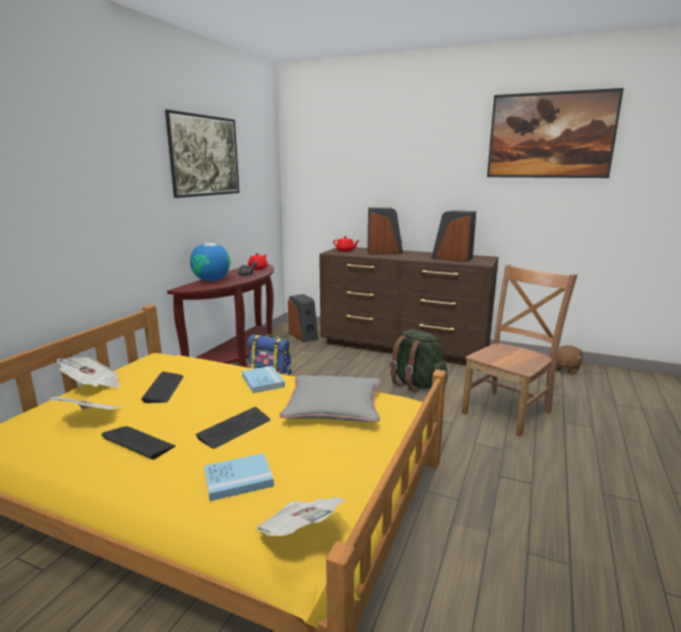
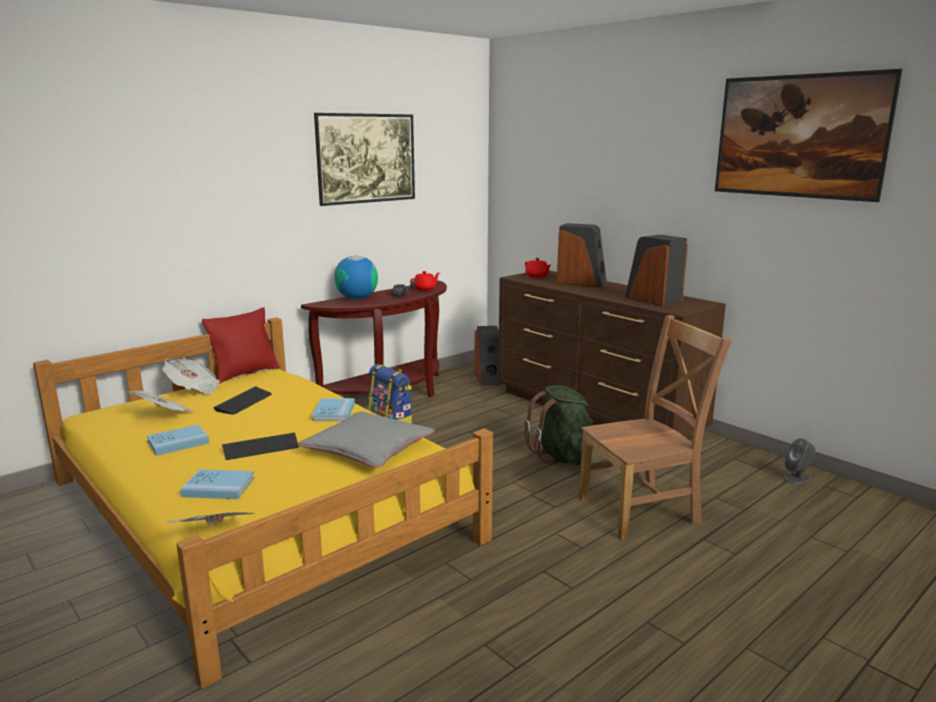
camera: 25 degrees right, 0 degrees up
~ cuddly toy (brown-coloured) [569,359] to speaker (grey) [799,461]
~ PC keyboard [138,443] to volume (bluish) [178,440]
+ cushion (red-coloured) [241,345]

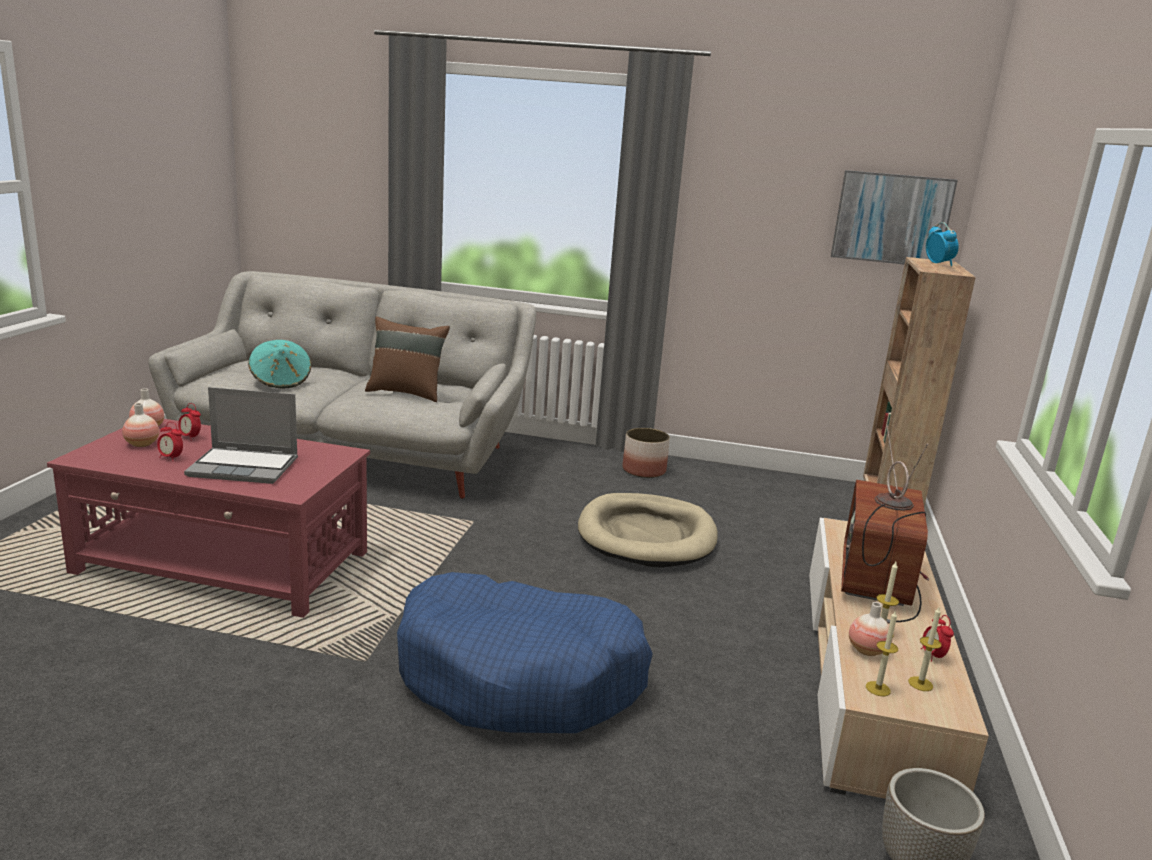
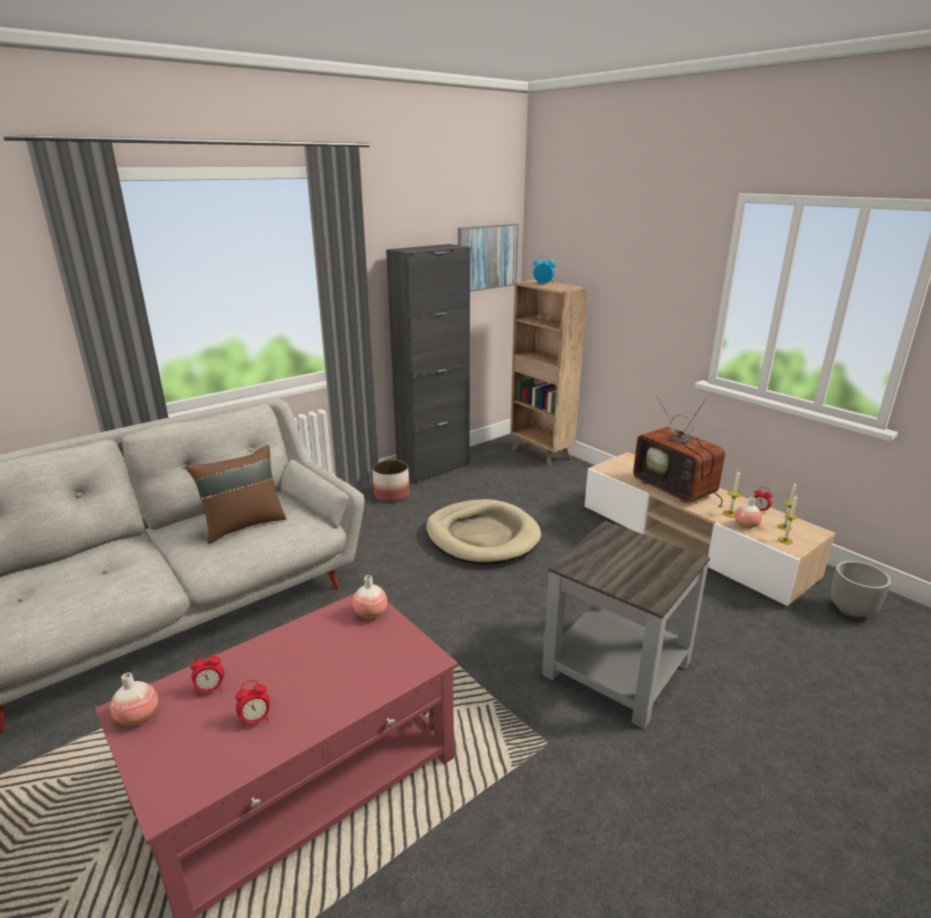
camera: 50 degrees left, 5 degrees up
- clothing hat (turquoise) [279,364]
- portable computer [241,435]
~ vase [140,425] to [370,597]
~ dog bed (bluish) [525,652] to end table (grey) [626,625]
+ cupboard (blackish) [428,364]

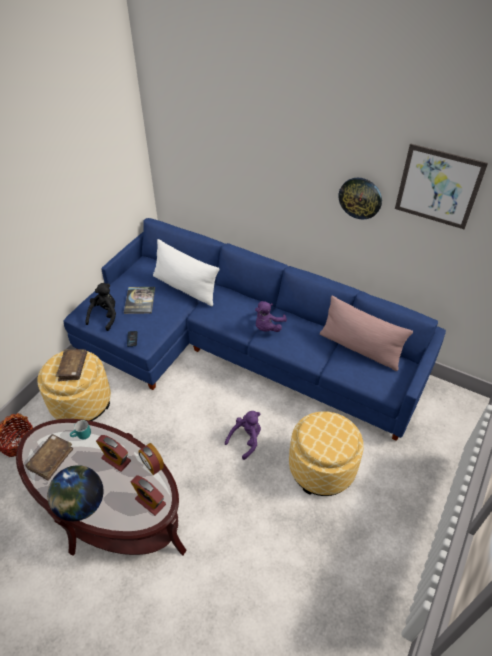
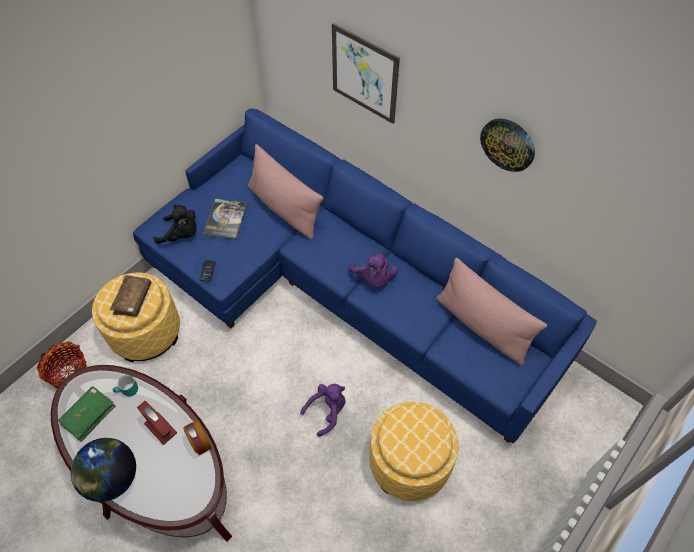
camera: 10 degrees right, 10 degrees up
~ wall picture [441,186] to [366,73]
~ cushion (white-coloured) [186,273] to cushion (pinkish) [285,192]
~ cuddly toy (blackish) [100,307] = [175,224] 75 degrees clockwise
~ cuddly toy (purplish) [271,316] = [374,270] 60 degrees counterclockwise
~ volume (brown-coloured) [49,457] to volume (greenish) [86,414]
- table clock [148,495]

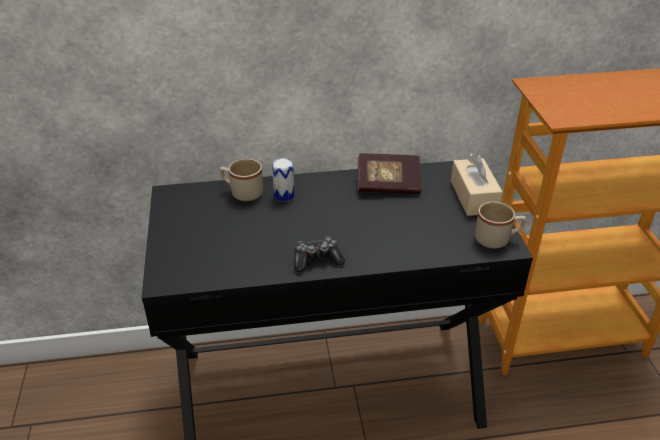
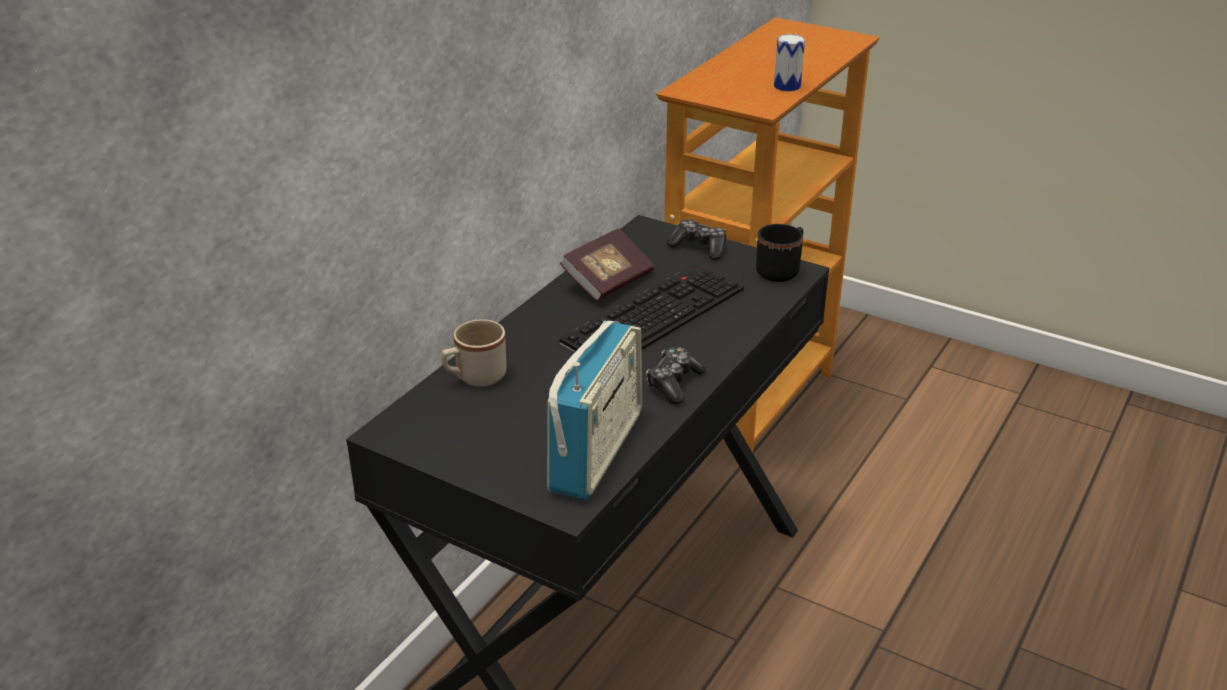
camera: 50 degrees left, 5 degrees down
~ tissue box (beige-coloured) [477,184] to gamepad [696,240]
~ can [283,180] to [789,63]
~ tea mug (beige-coloured) [500,225] to tea mug (blackish) [779,253]
+ PC keyboard [651,308]
+ radio [594,410]

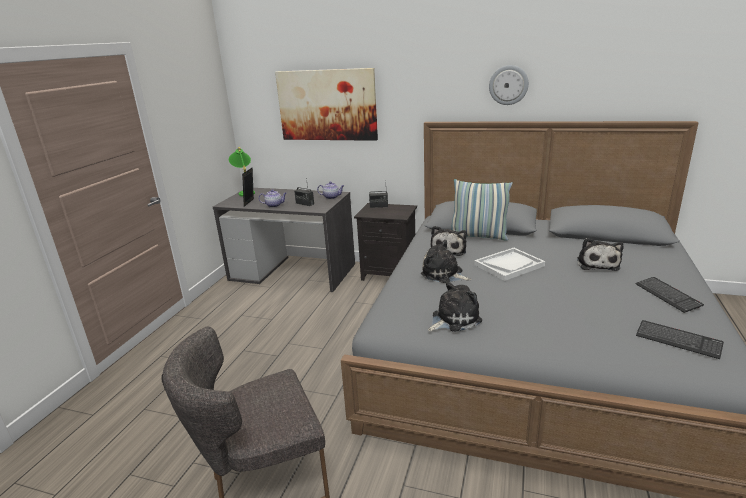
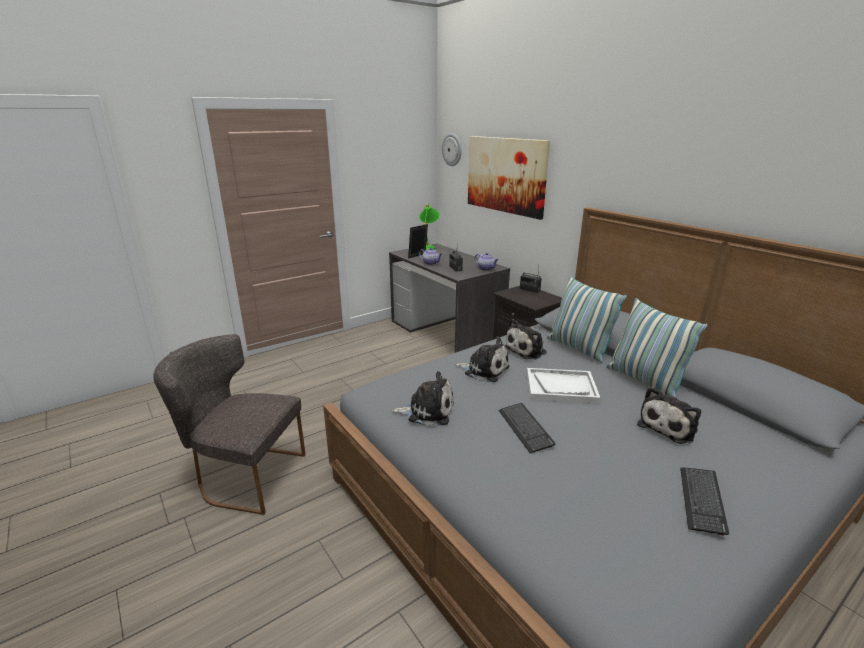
camera: 35 degrees right, 0 degrees up
~ clock on the wall [509,85] to [451,149]
~ cuddly toy [446,261] = [482,360] 135 degrees clockwise
~ PC keyboard [680,339] to [527,428]
+ cushion [657,347]

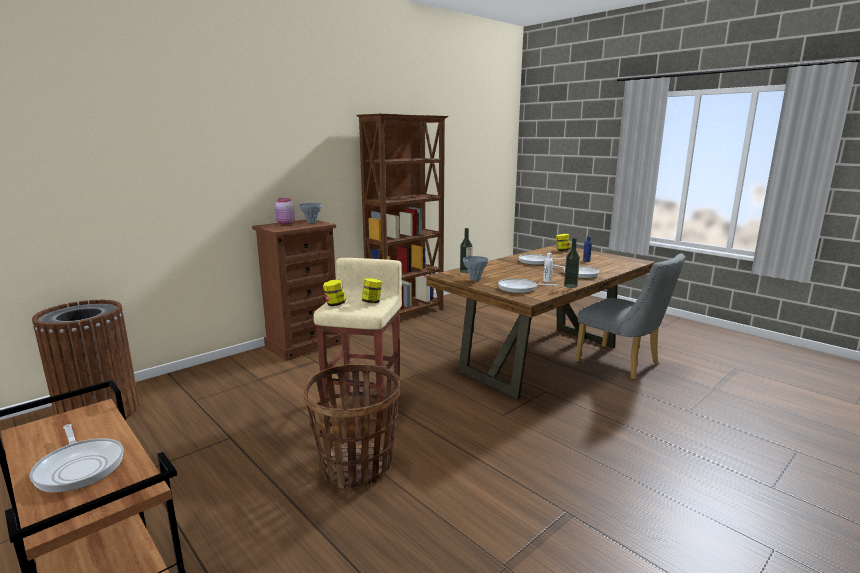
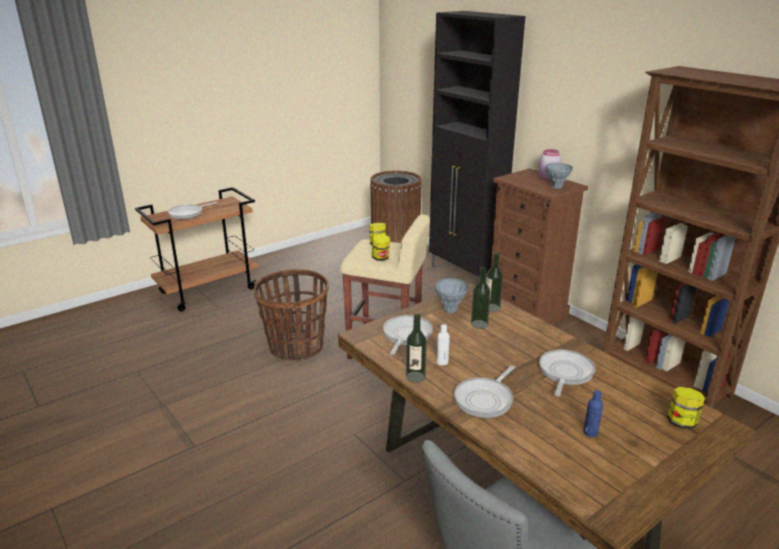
camera: 95 degrees right, 10 degrees up
+ cupboard (blackish) [477,147]
+ beverage bottle [481,298]

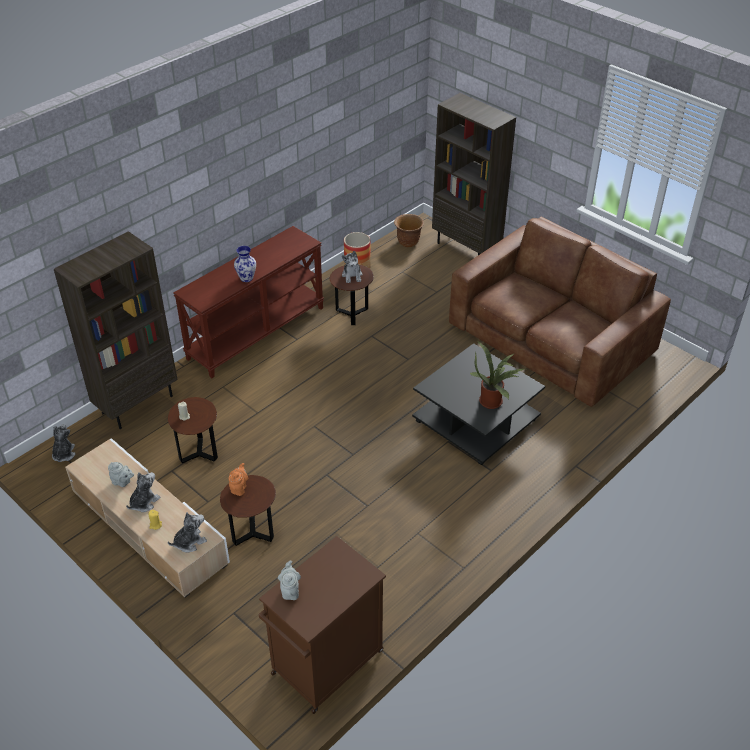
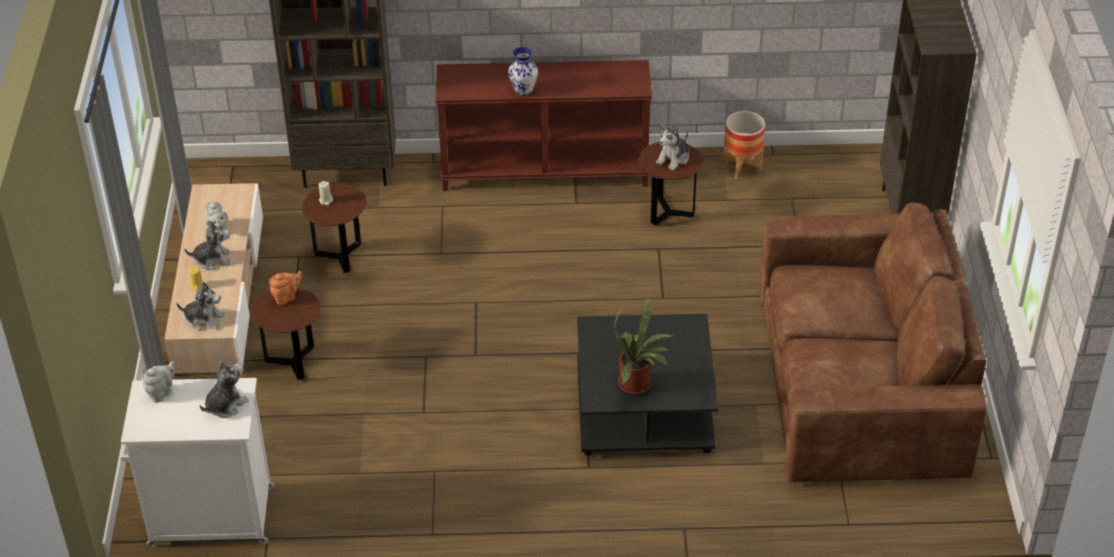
camera: 45 degrees right, 0 degrees up
- plant pot (brown-coloured) [409,230]
~ cuddly toy [64,443] to [224,389]
~ cupboard (brown-coloured) [322,625] to cupboard (white-coloured) [197,462]

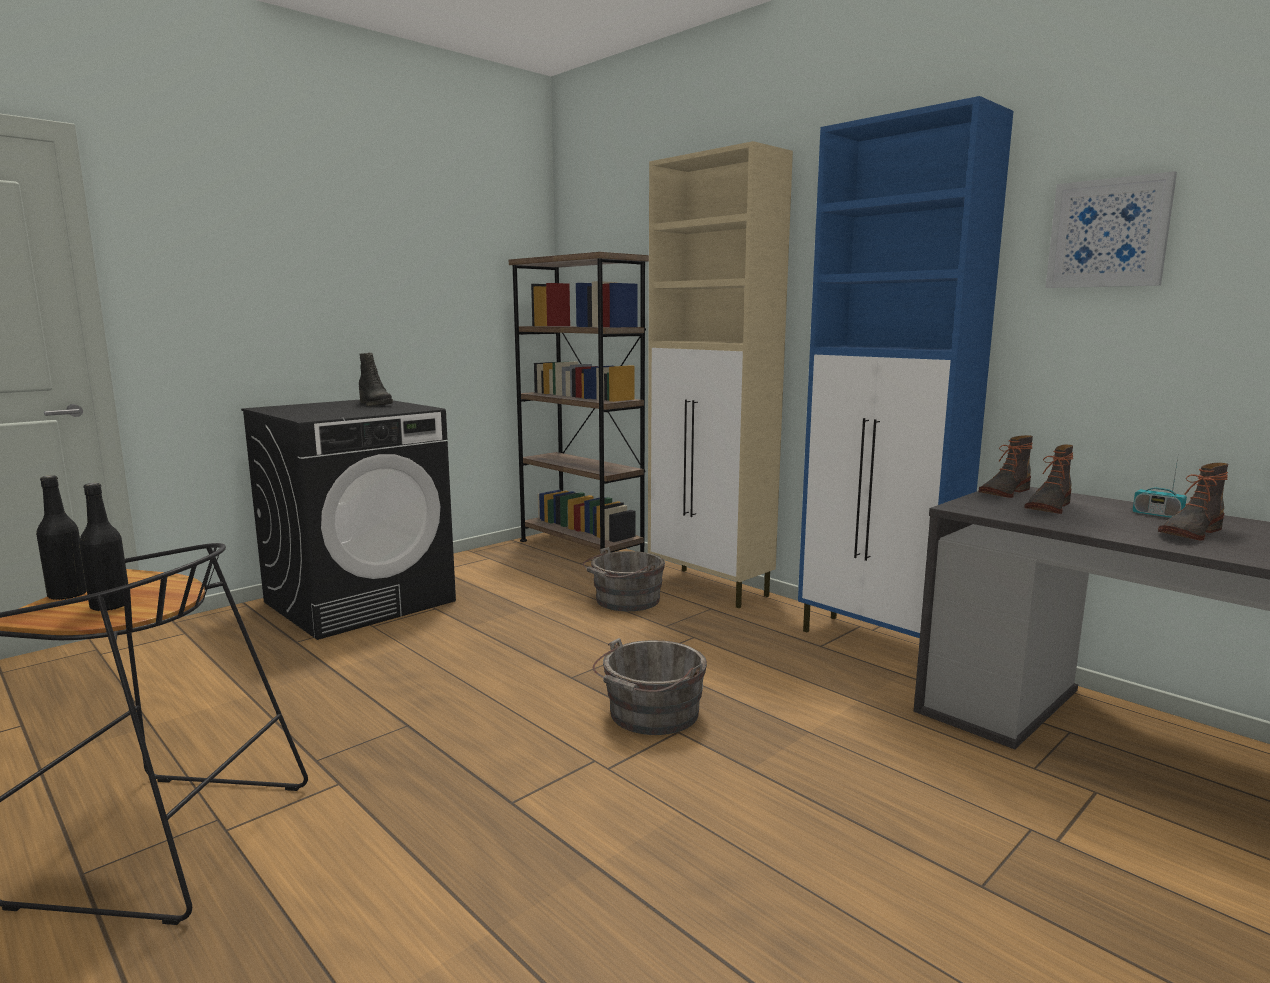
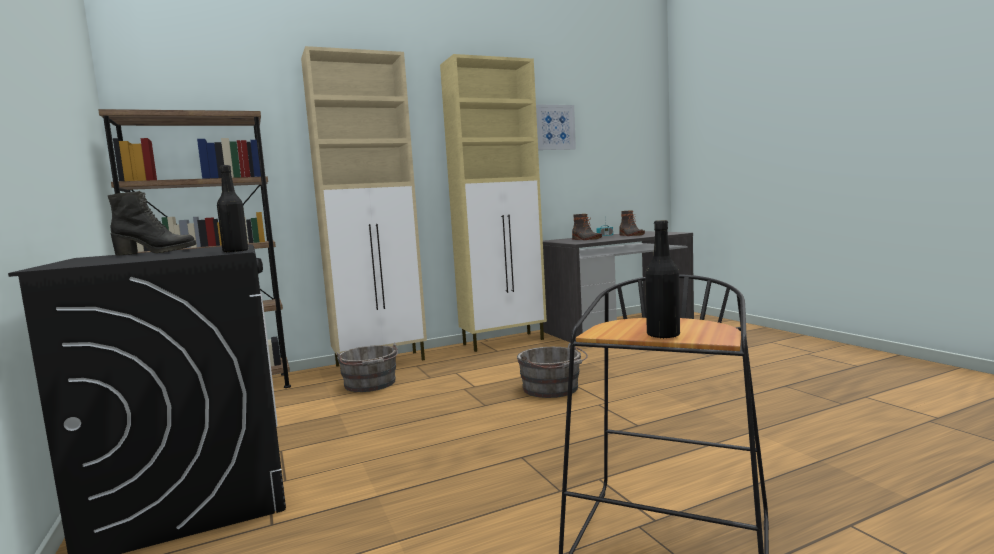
camera: 70 degrees left, 5 degrees down
~ cupboard (bluish) [906,367] to cupboard (beige-coloured) [493,203]
- high-top boot [1006,466]
~ beverage bottle (blackish) [103,547] to [232,209]

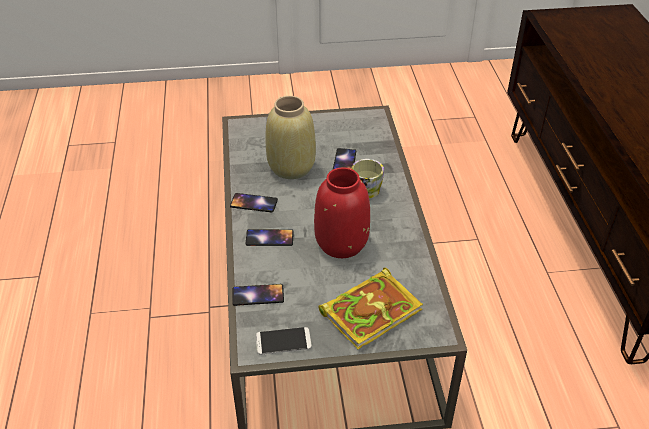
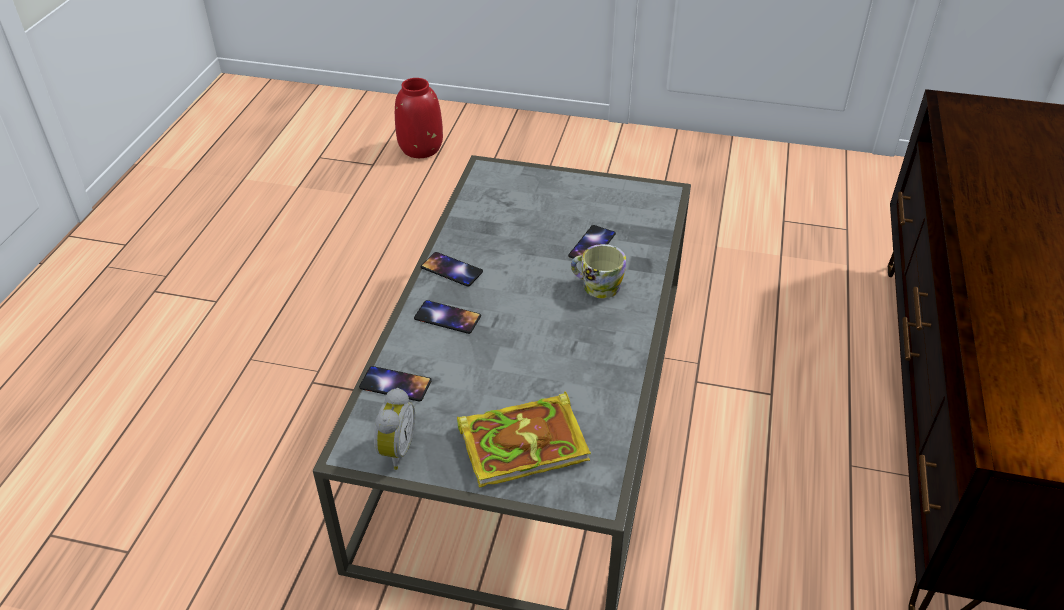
camera: 20 degrees right, 0 degrees up
- vase (beige-coloured) [291,137]
~ vase (red-coloured) [342,212] to [419,118]
~ handset [284,341] to table clock [394,429]

